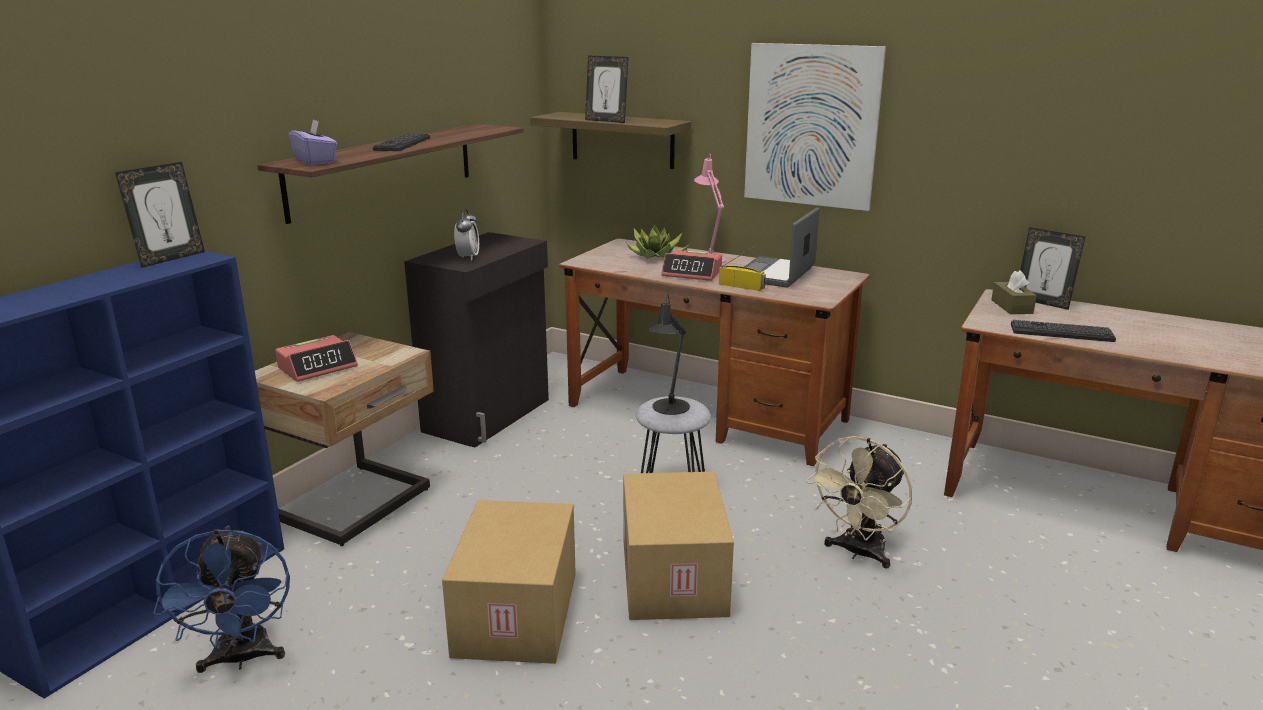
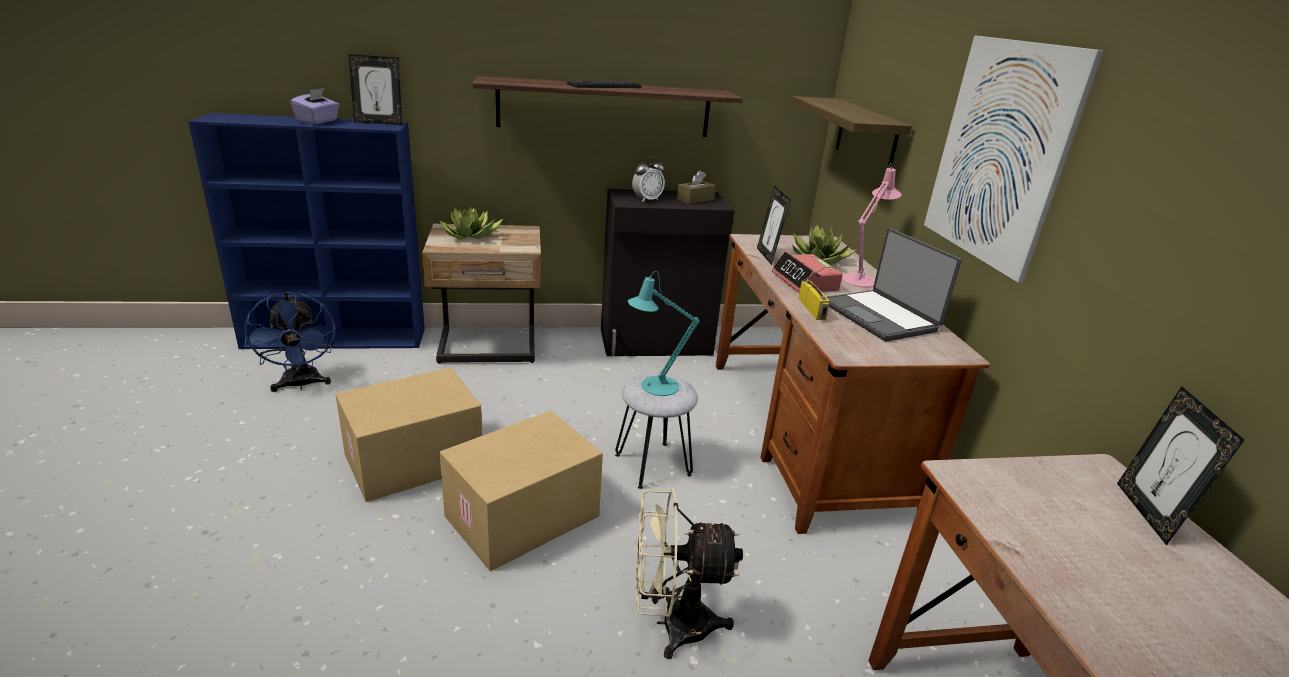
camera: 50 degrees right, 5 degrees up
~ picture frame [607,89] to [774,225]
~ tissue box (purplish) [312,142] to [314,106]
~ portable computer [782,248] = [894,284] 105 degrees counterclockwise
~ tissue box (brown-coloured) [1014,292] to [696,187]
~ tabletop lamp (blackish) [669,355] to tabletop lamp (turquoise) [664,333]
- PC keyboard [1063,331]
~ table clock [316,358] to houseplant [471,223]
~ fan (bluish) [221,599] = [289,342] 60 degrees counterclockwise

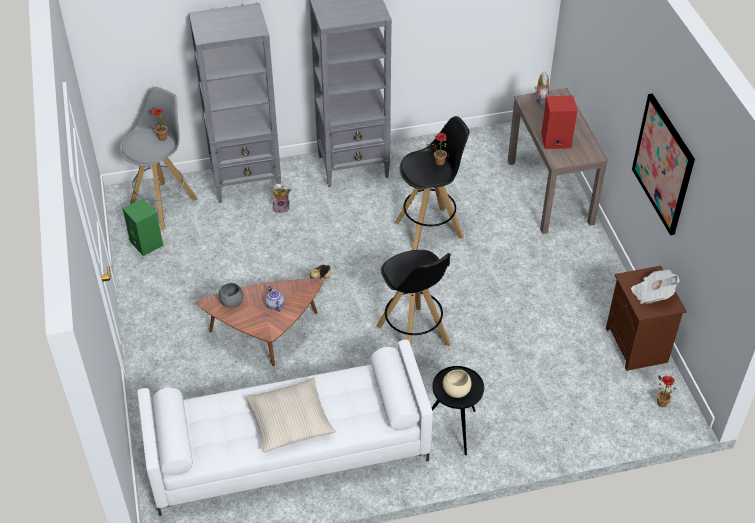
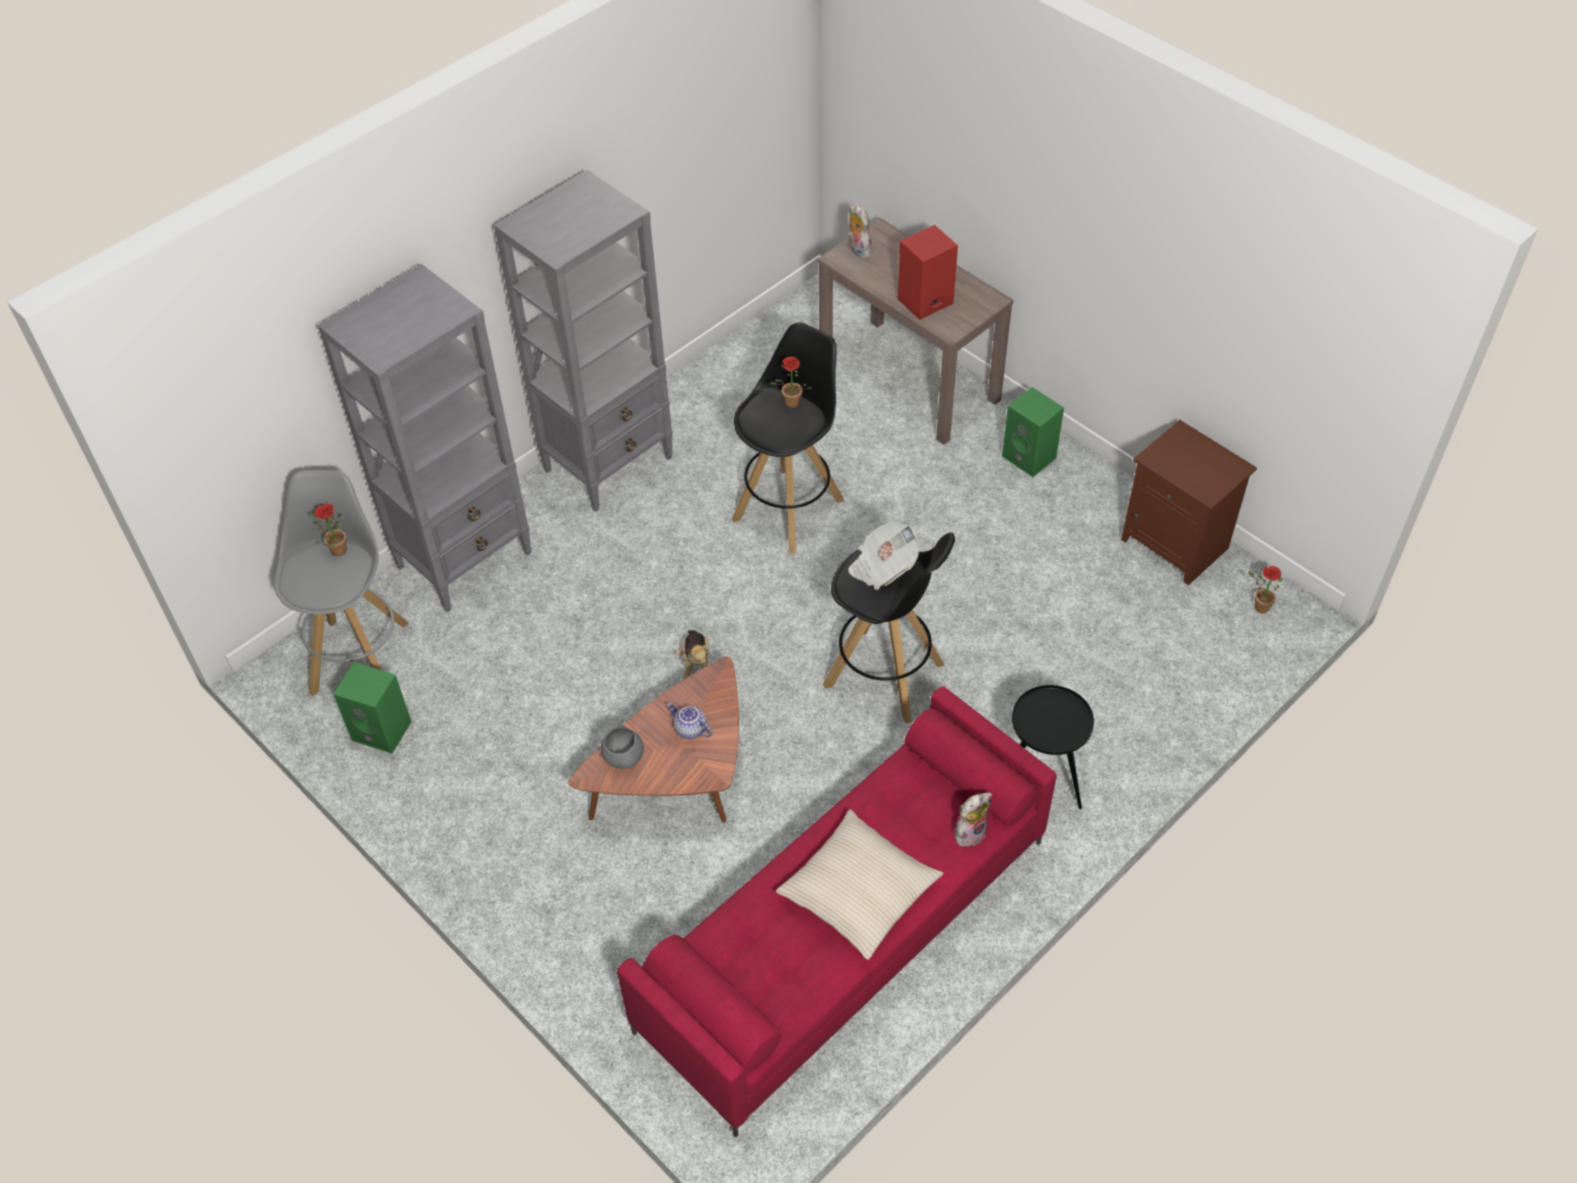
camera: 30 degrees left, 5 degrees up
- wall picture [663,164]
~ cuddly toy [281,198] to [973,820]
~ newspaper [655,287] to [883,555]
~ sofa (white-coloured) [285,428] to sofa (red-coloured) [837,912]
- bowl (beige-coloured) [457,383]
+ speaker (greenish) [1033,432]

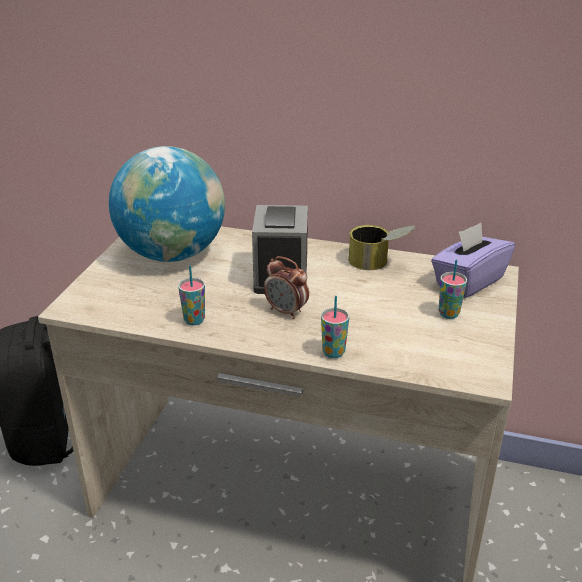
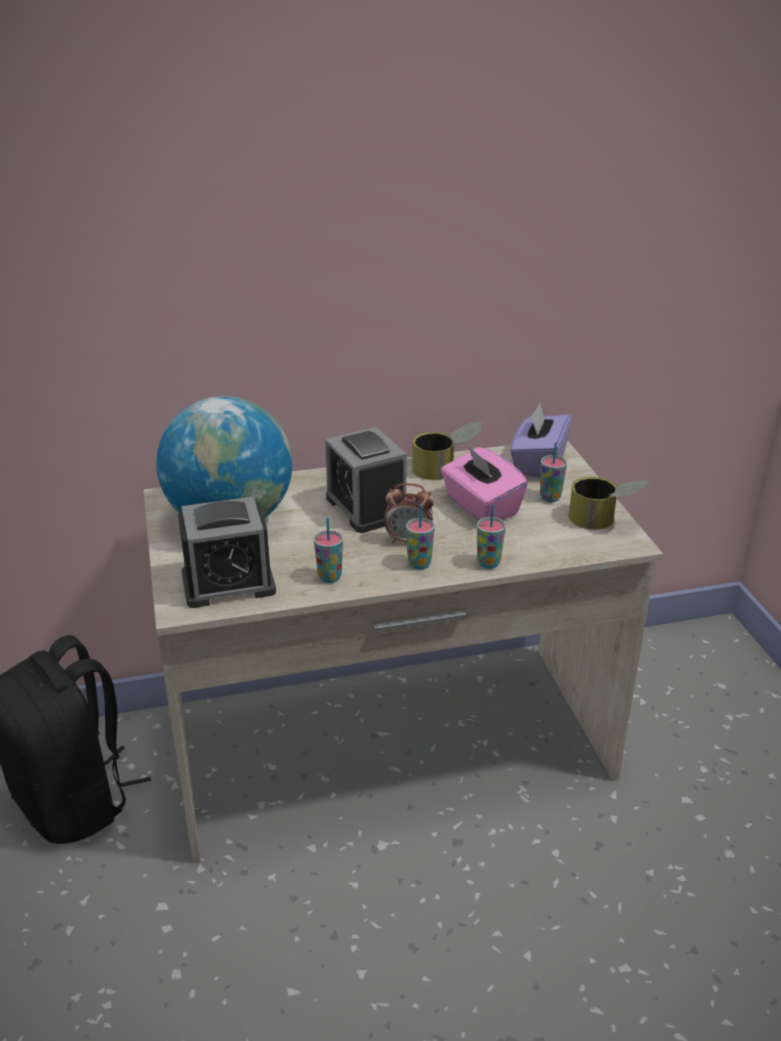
camera: 30 degrees left, 0 degrees up
+ tissue box (pinkish) [484,483]
+ can [608,503]
+ table clock [227,552]
+ drinking cup [420,537]

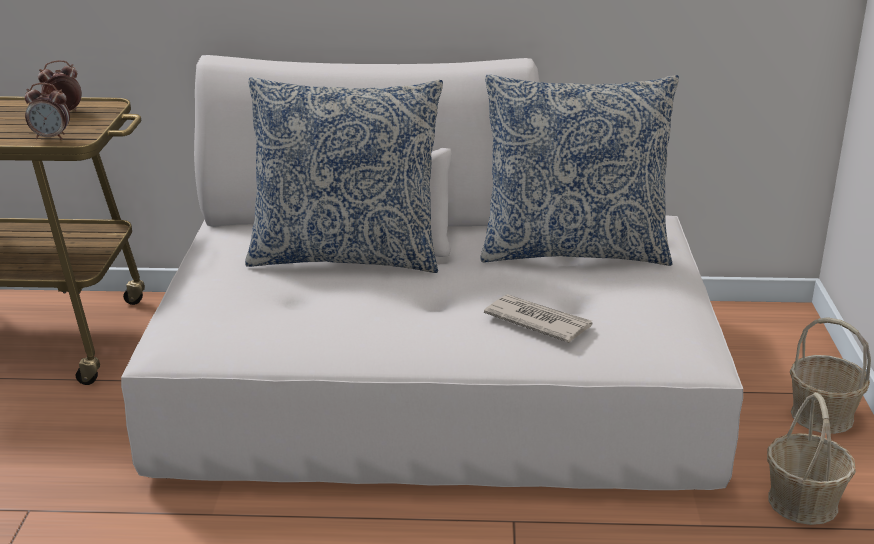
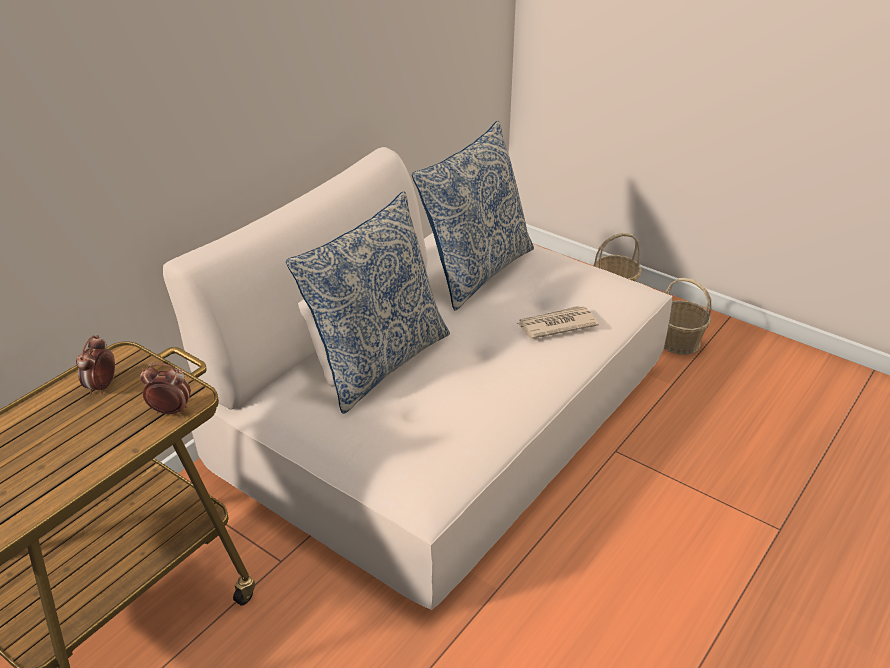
camera: 55 degrees left, 10 degrees up
~ table clock [47,111] = [165,389] 120 degrees counterclockwise

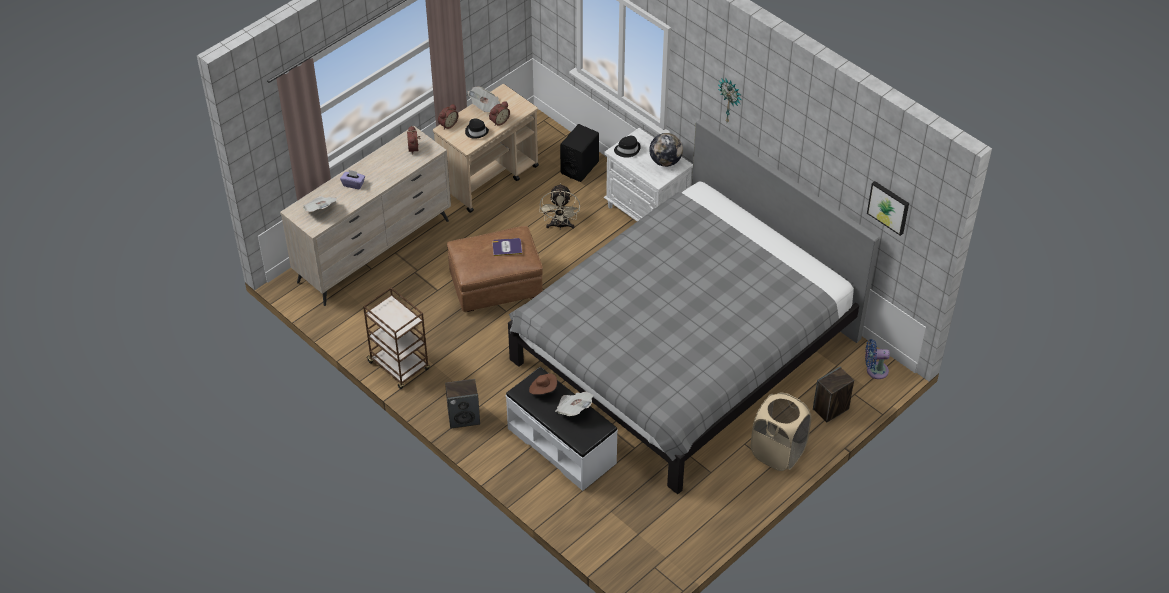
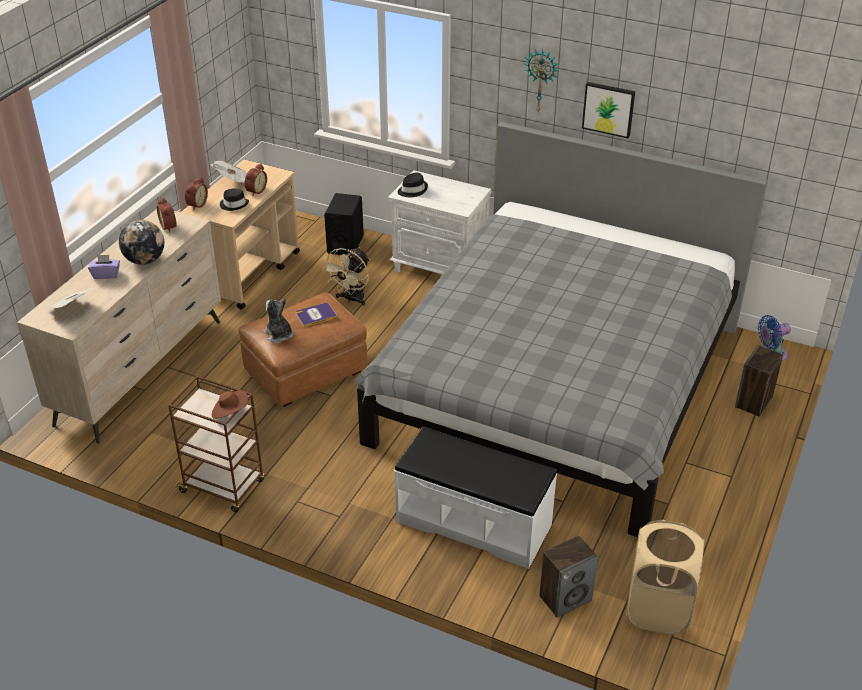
camera: 20 degrees left, 10 degrees down
~ desk globe [666,150] to [141,242]
~ wall picture [888,208] to [608,110]
~ fan (beige-coloured) [560,206] = [345,276] 45 degrees clockwise
~ clothing hat (brown-coloured) [543,384] to [230,404]
~ speaker [462,403] to [568,577]
- newspaper [574,404]
~ laundry basket (beige-coloured) [781,432] to [665,577]
+ cuddly toy [278,320]

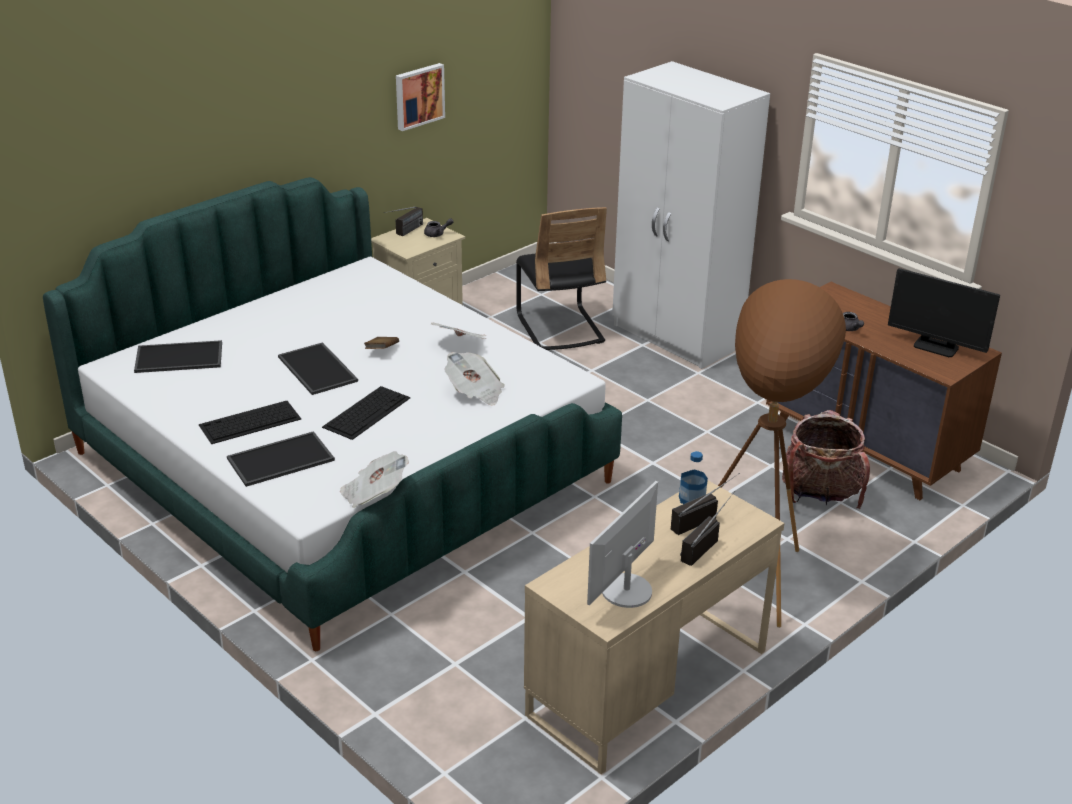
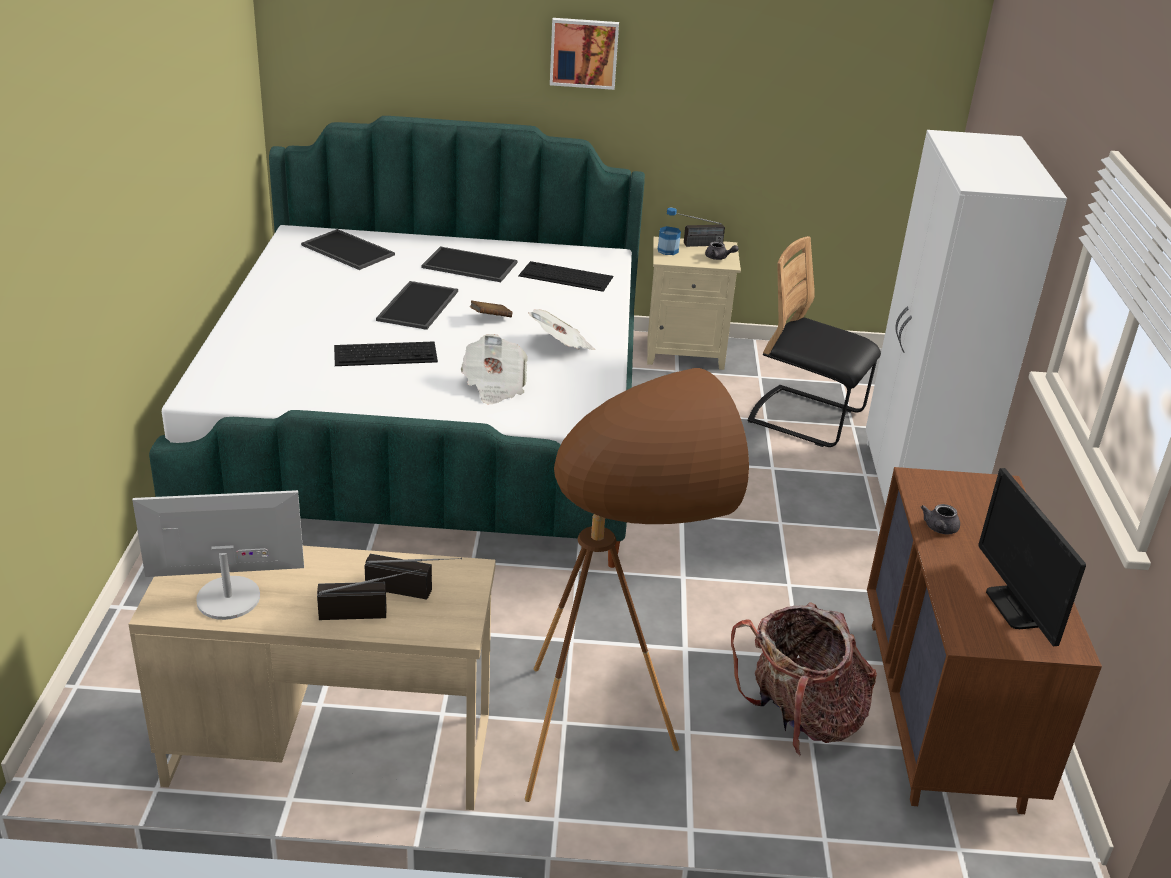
camera: 45 degrees right, 0 degrees up
~ wall picture [420,97] to [584,54]
~ plain chair (blackish) [561,278] = [814,341] 90 degrees clockwise
~ PC keyboard [250,422] to [565,276]
~ serving tray [281,459] to [469,264]
- newspaper [374,479]
~ beverage bottle [693,477] to [669,231]

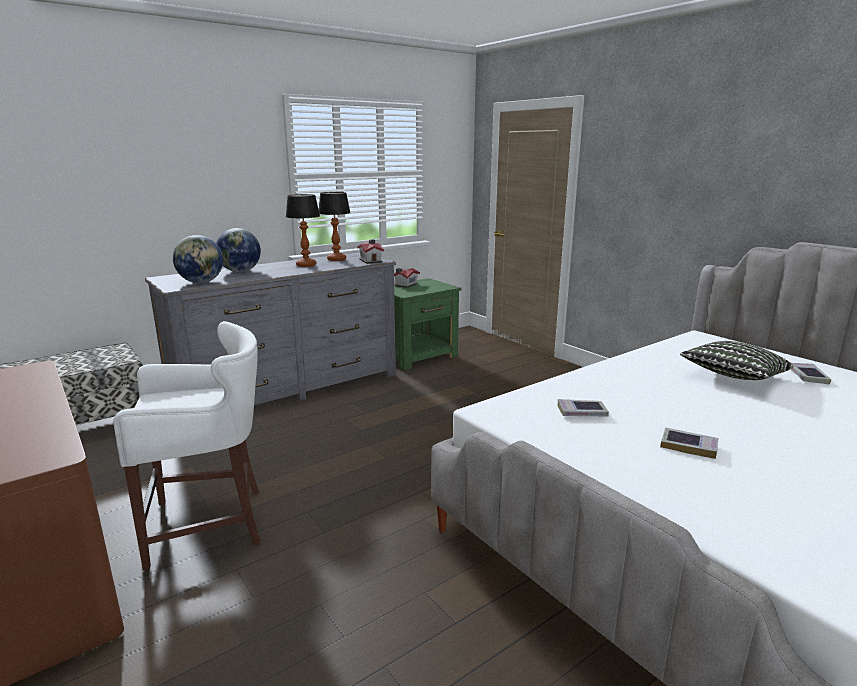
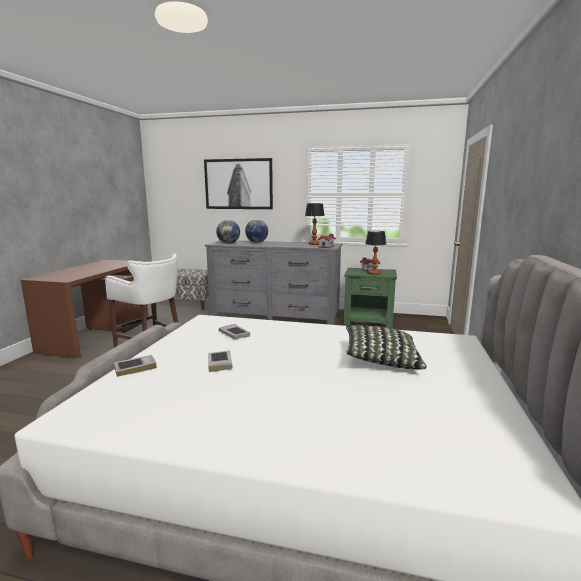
camera: 50 degrees right, 5 degrees down
~ tabletop lamp [303,230] to [375,253]
~ volume [810,374] to [135,366]
+ wall picture [238,183]

